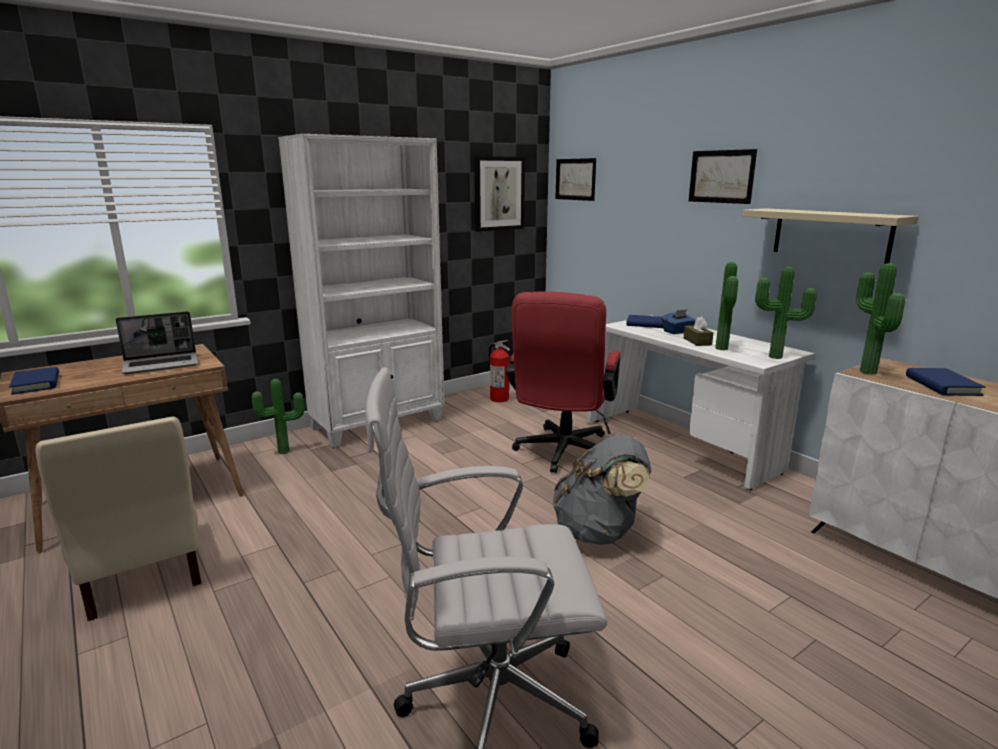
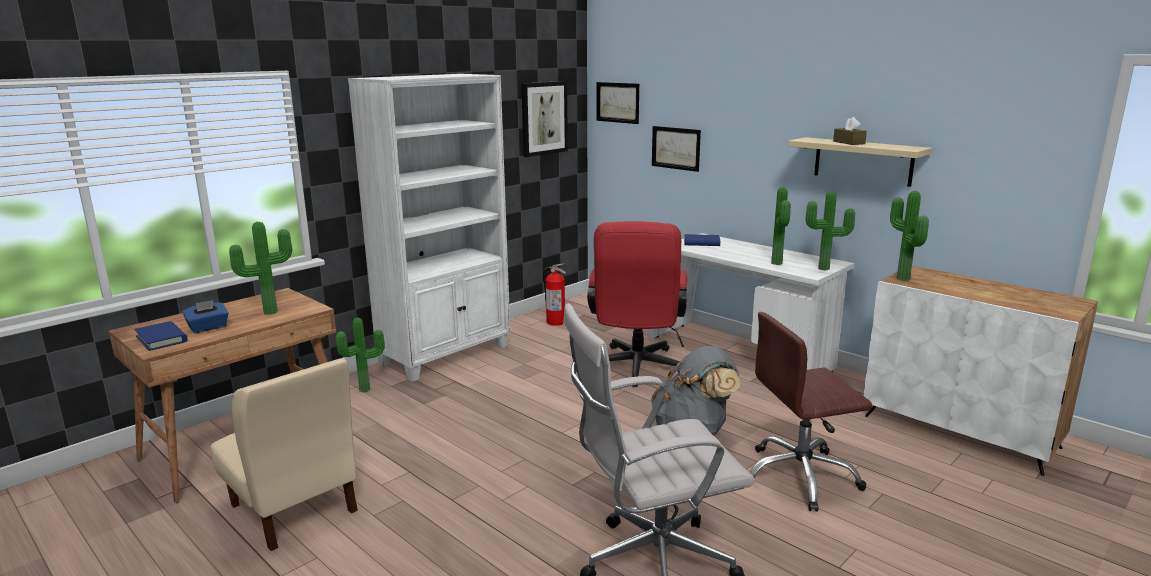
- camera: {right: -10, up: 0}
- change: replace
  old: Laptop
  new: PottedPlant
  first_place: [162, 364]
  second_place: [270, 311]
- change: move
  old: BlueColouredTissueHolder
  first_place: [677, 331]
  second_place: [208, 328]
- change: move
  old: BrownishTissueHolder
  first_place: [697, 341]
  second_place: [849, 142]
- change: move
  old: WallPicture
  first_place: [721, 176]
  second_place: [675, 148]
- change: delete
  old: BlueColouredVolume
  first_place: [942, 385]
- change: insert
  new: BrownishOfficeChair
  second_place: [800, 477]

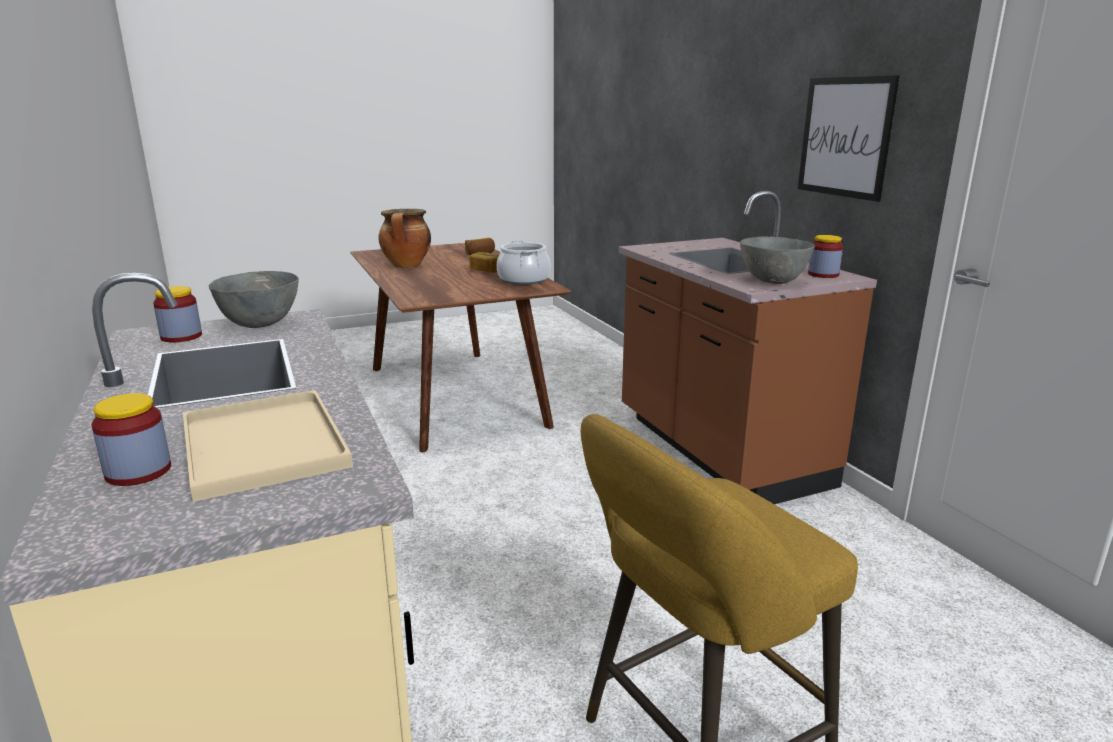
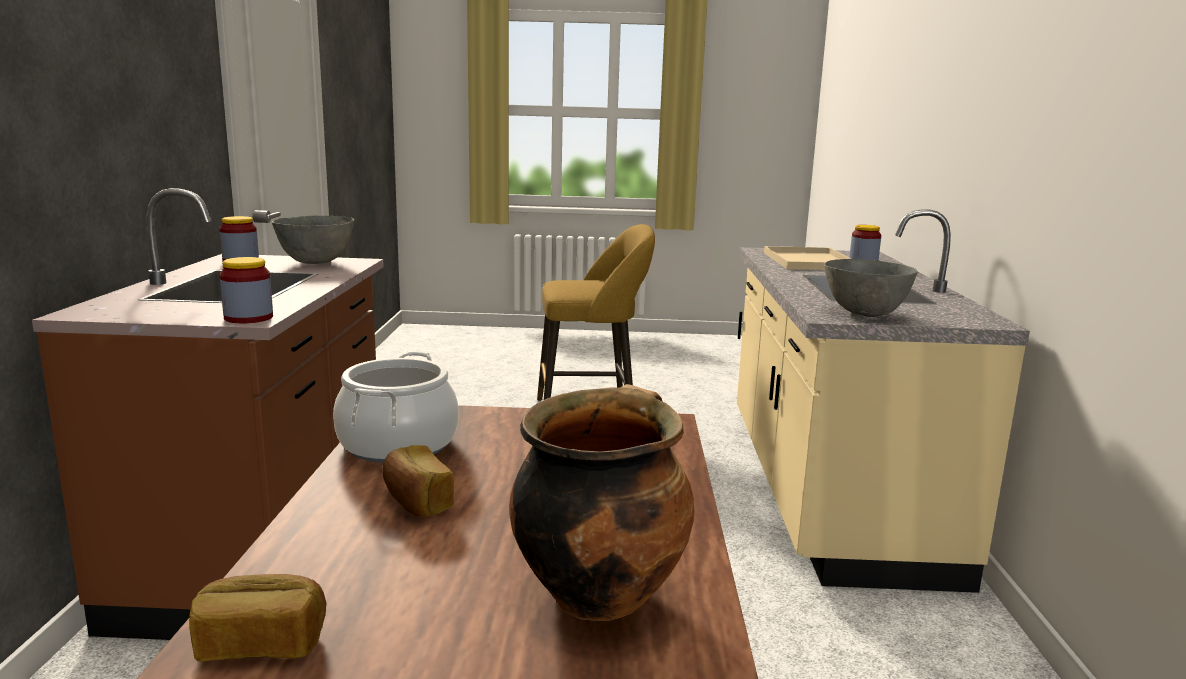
- camera: {right: -155, up: -5}
- change: move
  old: Jar
  first_place: [181, 336]
  second_place: [248, 318]
- change: delete
  old: WallPicture
  first_place: [845, 137]

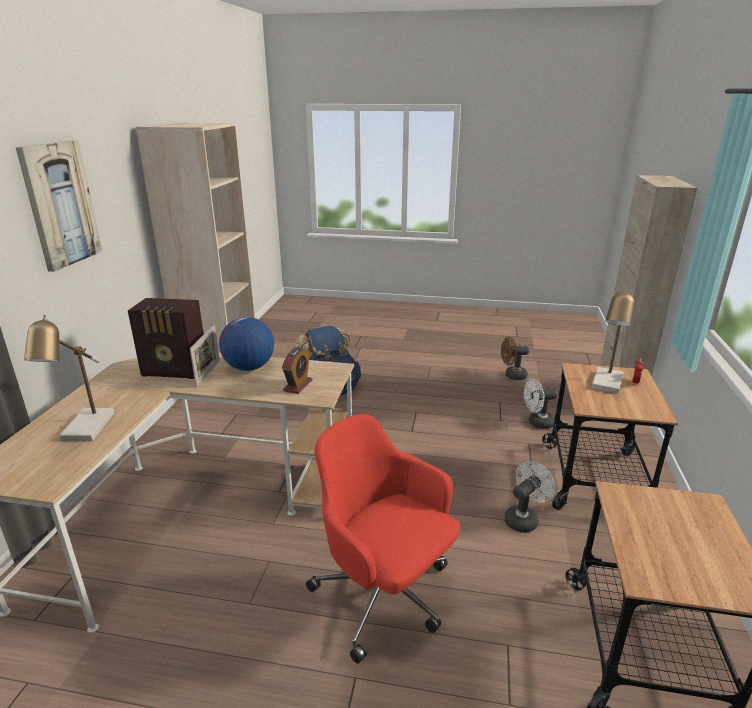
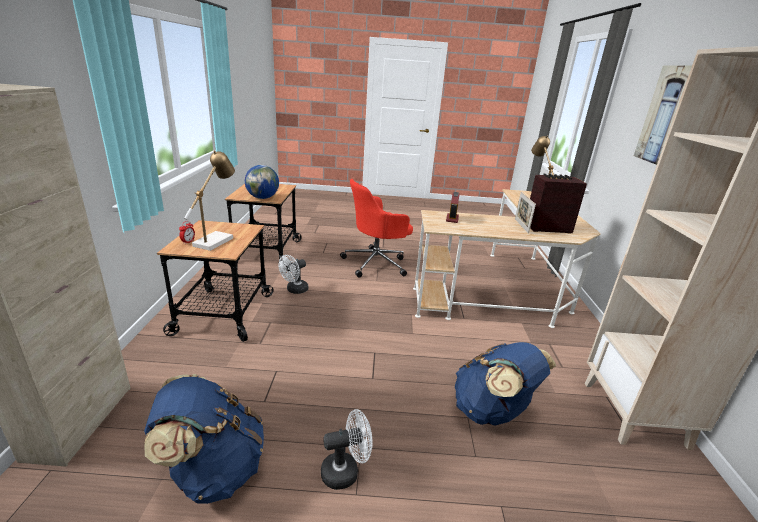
- camera: {right: 170, up: 0}
- change: move
  old: DeskGlobe
  first_place: [249, 367]
  second_place: [263, 198]
- change: rotate
  old: RedOfficeChair
  first_place: [384, 595]
  second_place: [376, 263]
  degrees: 120
- change: replace
  old: BrownishCoolingFan
  new: BlueColouredRucksack
  first_place: [512, 376]
  second_place: [214, 470]
- change: move
  old: WhiteCoolingFan
  first_place: [537, 423]
  second_place: [346, 471]

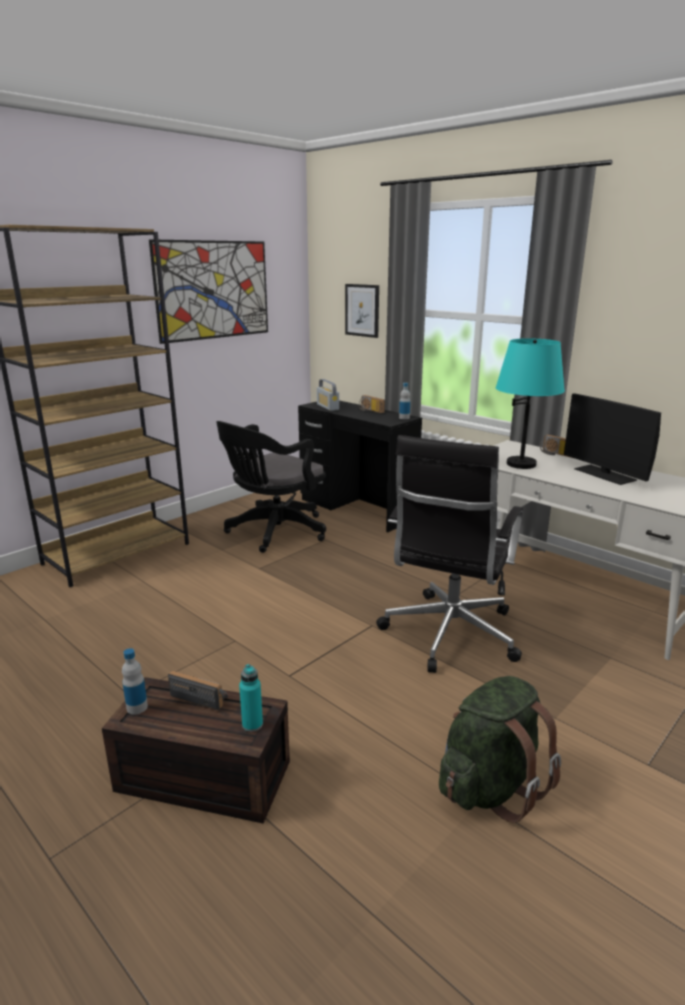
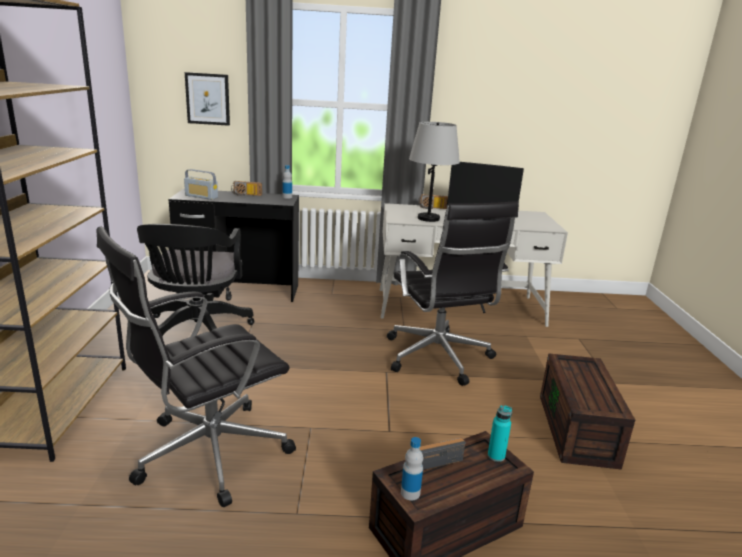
- camera: {right: -45, up: 0}
- change: delete
  old: WallPicture
  first_place: [213, 290]
- change: replace
  old: GreenRucksack
  new: BrownishStorageBox
  first_place: [490, 786]
  second_place: [579, 431]
- change: recolor
  old: TurquoiseLampForATable
  new: GreyLampForATable
  first_place: [521, 464]
  second_place: [428, 218]
- change: insert
  new: BlackishOfficeChair
  second_place: [207, 453]

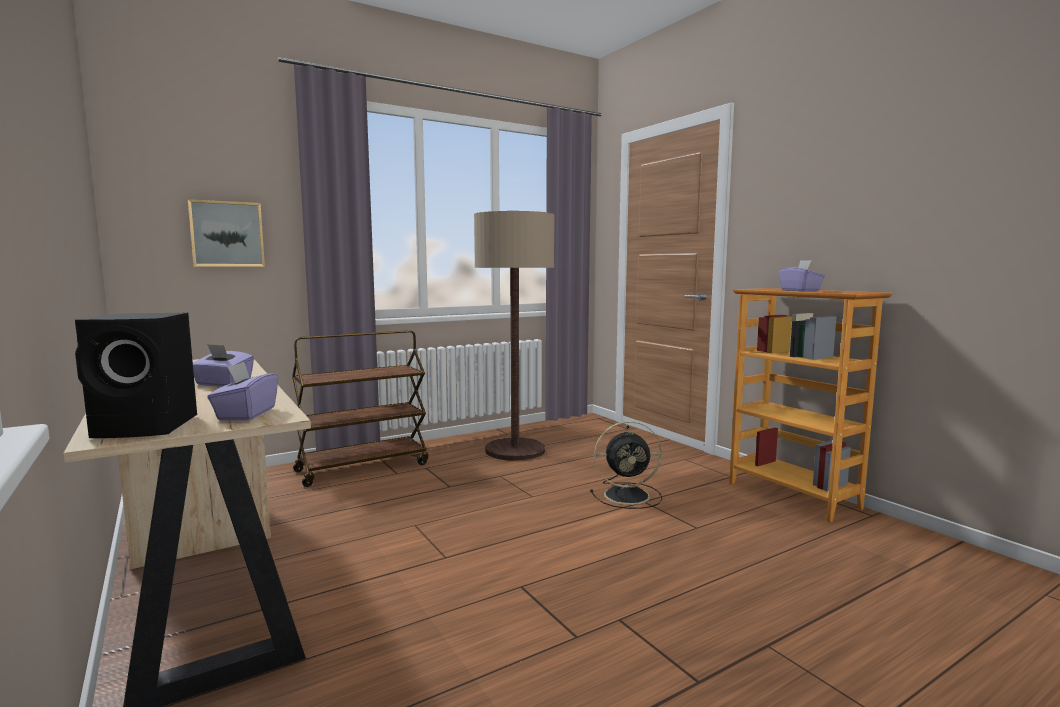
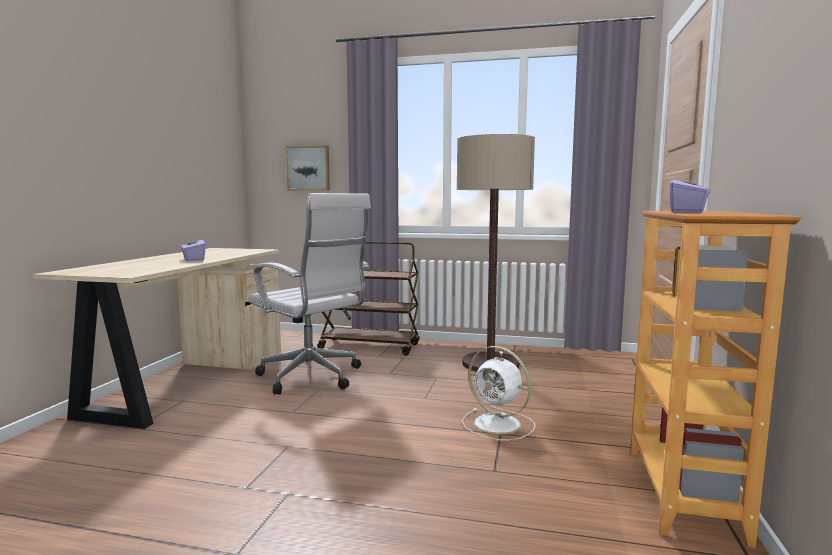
- camera: {right: 45, up: 0}
- change: delete
  old: BlackishSpeaker
  first_place: [150, 426]
- change: delete
  old: PurplishTissueHolder
  first_place: [246, 414]
- change: recolor
  old: BlackishCoolingFan
  new: WhiteCoolingFan
  first_place: [629, 495]
  second_place: [499, 424]
- change: insert
  new: WhiteOfficeChair
  second_place: [313, 378]

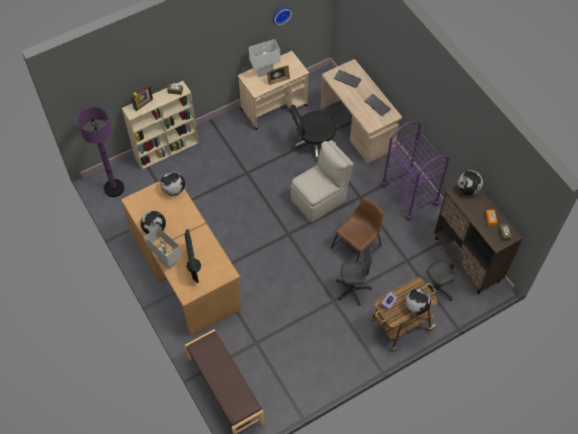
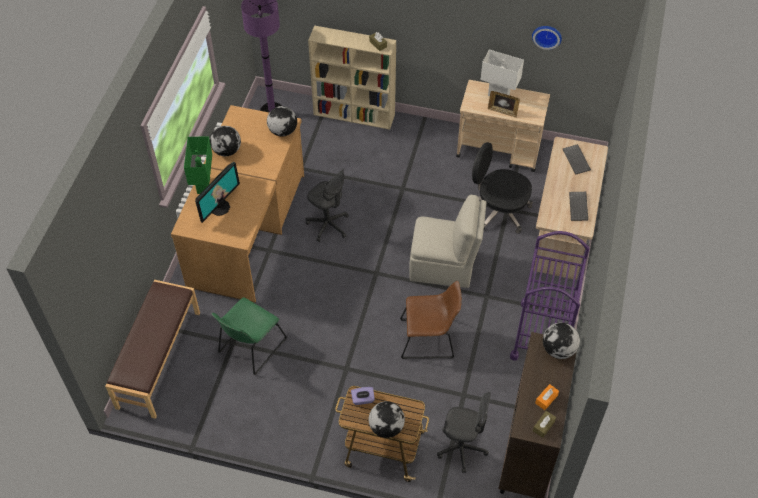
- camera: {right: 45, up: -5}
- change: delete
  old: StandingFrame
  first_place: [143, 104]
- change: recolor
  old: WhiteLampForATable
  new: GreenLampForATable
  first_place: [167, 261]
  second_place: [203, 185]
- change: move
  old: GreyOfficeChair
  first_place: [352, 290]
  second_place: [328, 225]
- change: insert
  new: GreenChair
  second_place: [250, 347]

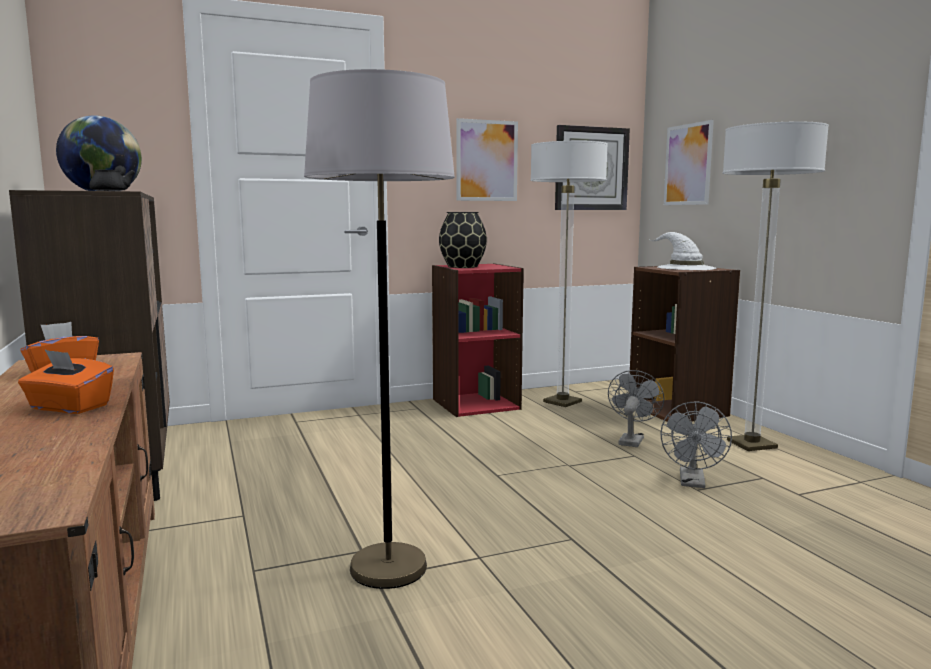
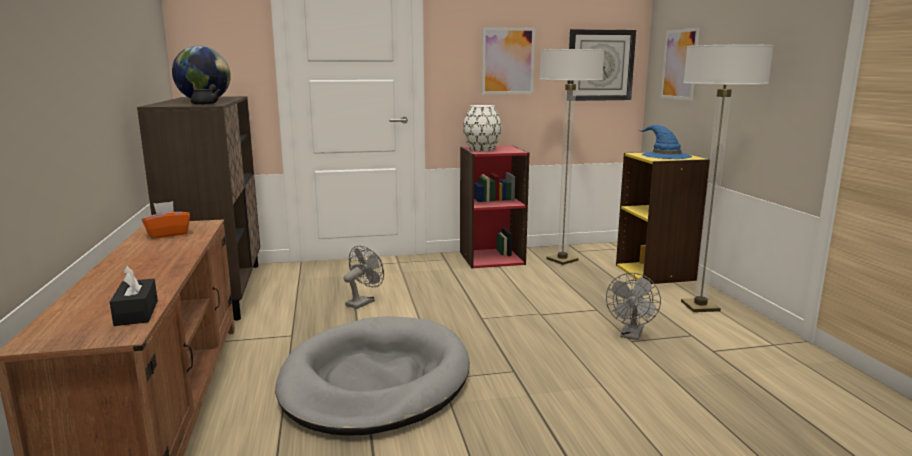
- camera: {right: 10, up: 5}
- change: delete
  old: OrangeyTissueHolder
  first_place: [69, 407]
- change: replace
  old: GreyStandingLamp
  new: GreyDogCushion
  first_place: [388, 568]
  second_place: [375, 381]
- change: recolor
  old: BlackishVase
  new: WhiteVase
  first_place: [463, 266]
  second_place: [482, 149]
- change: move
  old: GreyCoolingFan
  first_place: [631, 440]
  second_place: [363, 302]
- change: recolor
  old: BrownishBookcase
  new: YellowishBookcase
  first_place: [678, 410]
  second_place: [656, 272]
- change: recolor
  old: WhiteWearableHat
  new: BlueColouredWearableHat
  first_place: [685, 268]
  second_place: [665, 155]
- change: insert
  new: BlackishTissueHolder
  second_place: [136, 313]

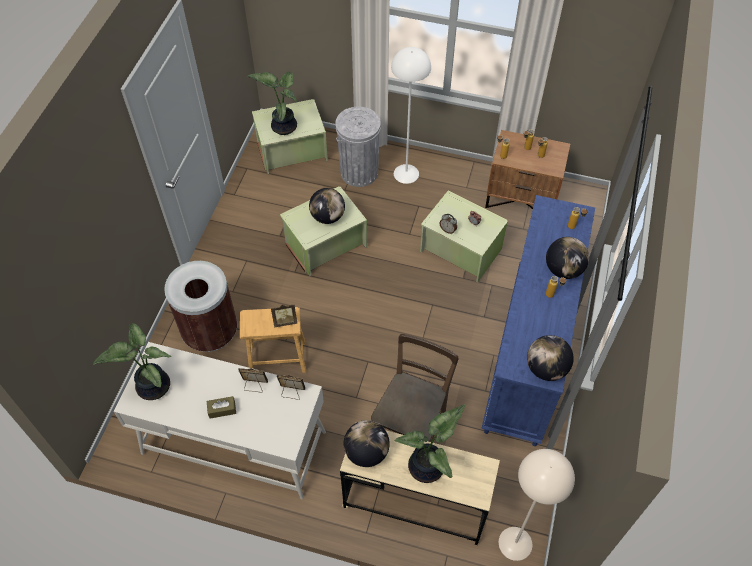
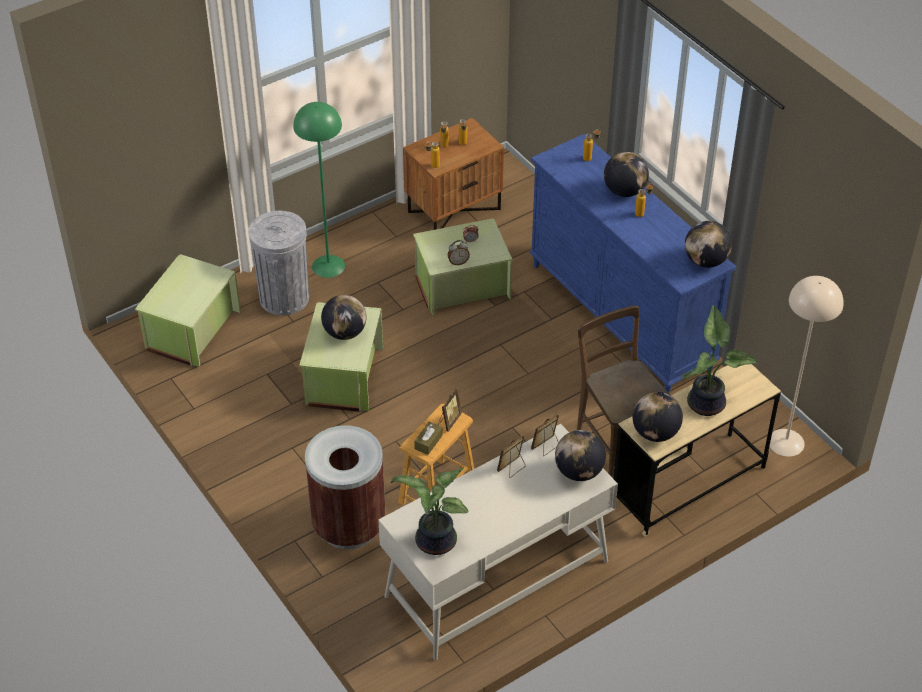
- camera: {right: -50, up: -10}
- change: move
  old: BrownishTissueHolder
  first_place: [222, 409]
  second_place: [428, 442]
- change: delete
  old: PottedPlant
  first_place: [283, 126]
- change: recolor
  old: WhiteStandingLamp
  new: GreenStandingLamp
  first_place: [406, 173]
  second_place: [328, 266]
- change: insert
  new: DeskGlobe
  second_place: [579, 471]

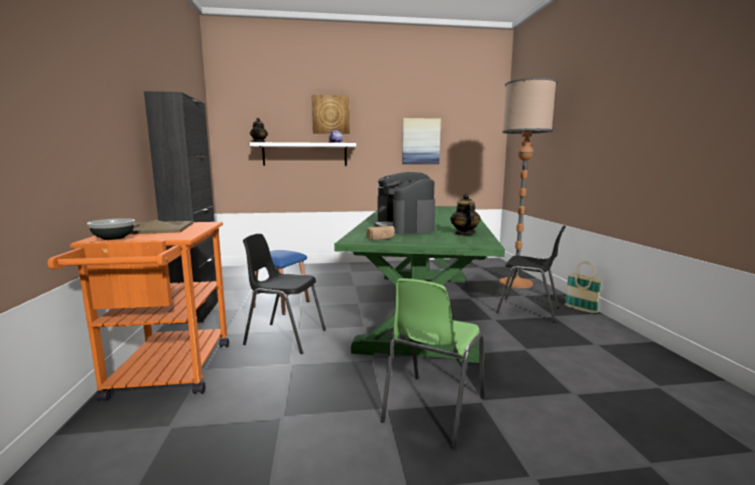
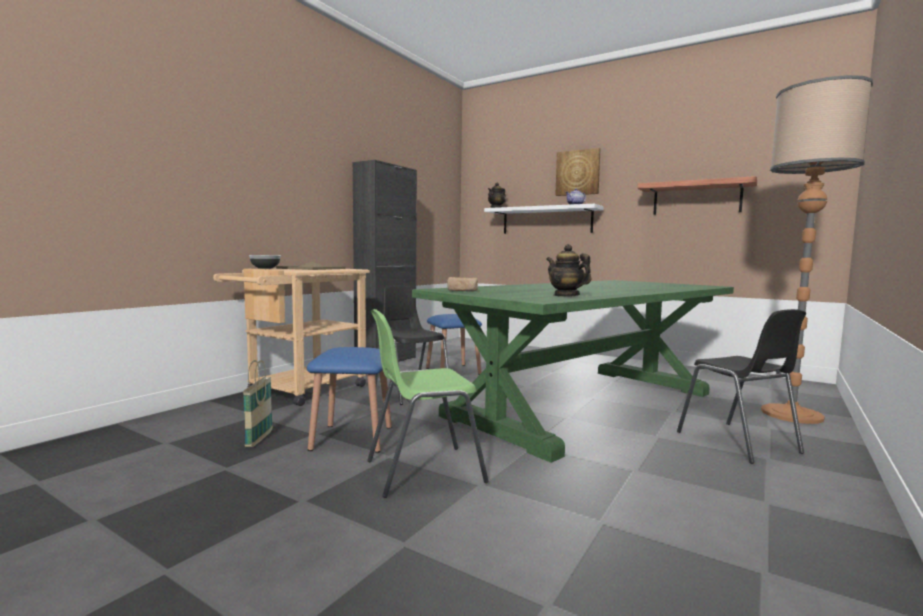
- camera: {right: 40, up: -5}
- change: recolor
  old: OrangeyWheeledCart
  new: BeigeColouredWheeledCart
  first_place: [167, 376]
  second_place: [300, 391]
- change: delete
  old: CoffeeBrewer
  first_place: [404, 227]
- change: replace
  old: WallPicture
  new: BracketShelf
  first_place: [420, 141]
  second_place: [696, 198]
- change: rotate
  old: PotForTea
  first_place: [464, 233]
  second_place: [566, 295]
  degrees: -75
- change: move
  old: HouseholdBasket
  first_place: [580, 309]
  second_place: [259, 439]
- change: insert
  new: BlueColouredSittingStool
  second_place: [352, 438]

